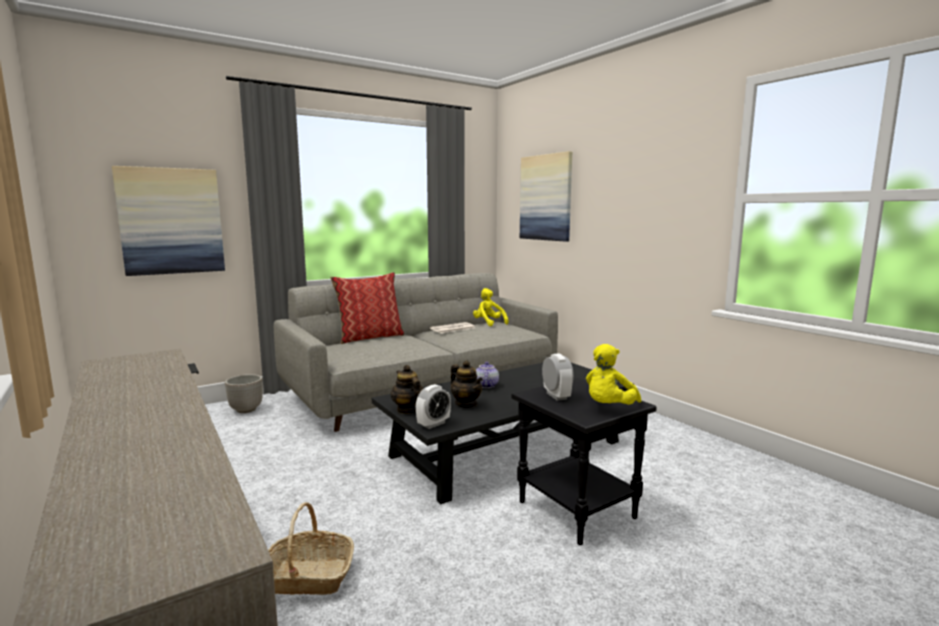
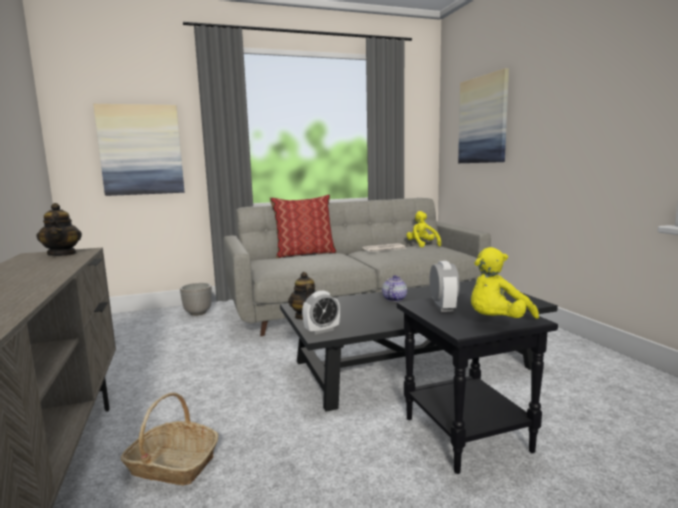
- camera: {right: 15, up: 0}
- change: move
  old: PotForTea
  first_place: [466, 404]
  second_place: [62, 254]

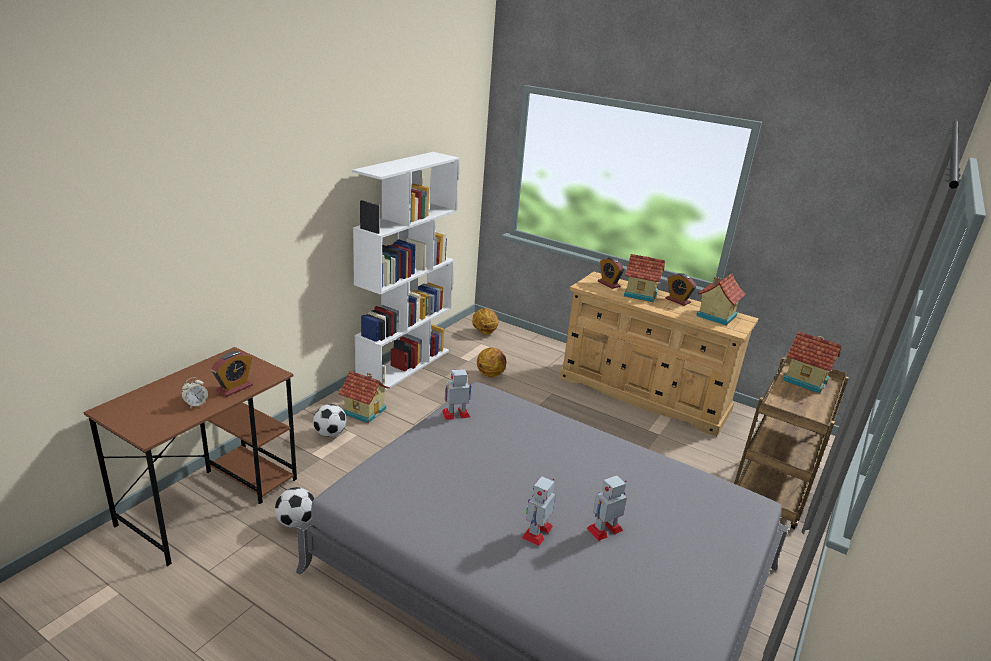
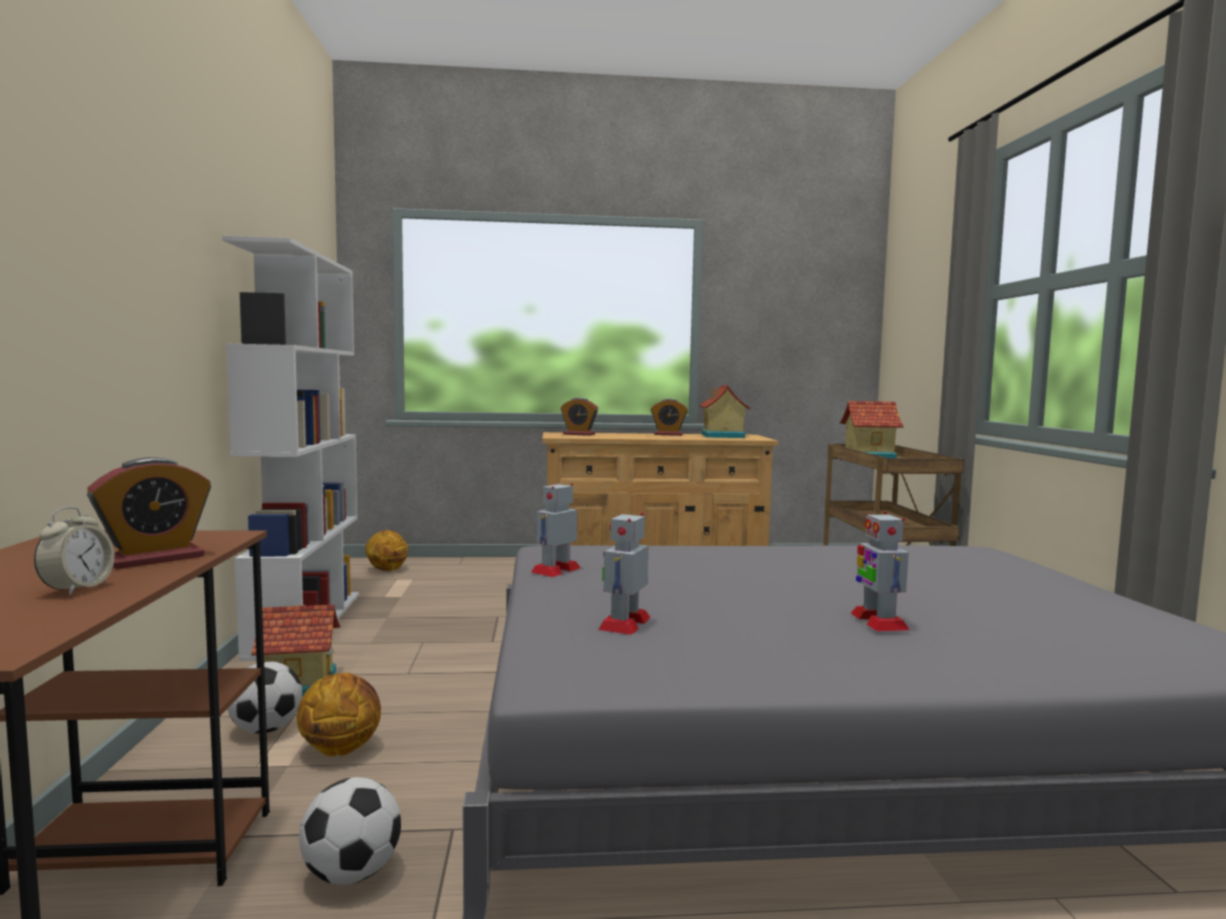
- camera: {right: -35, up: -20}
- change: rotate
  old: AlarmClock
  first_place: [234, 388]
  second_place: [155, 559]
  degrees: 45
- change: move
  old: BallForBasketball
  first_place: [491, 374]
  second_place: [341, 749]
- change: move
  old: RobotFigure
  first_place: [604, 529]
  second_place: [624, 623]
- change: delete
  old: ModelHouse
  first_place: [640, 293]

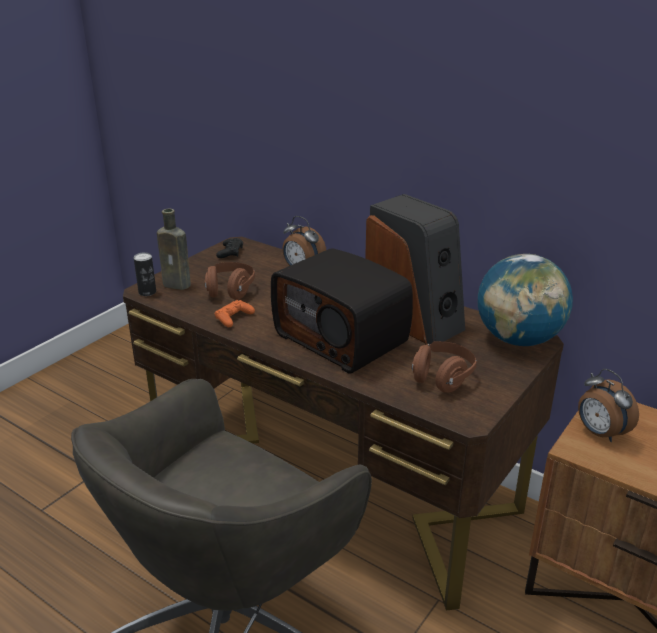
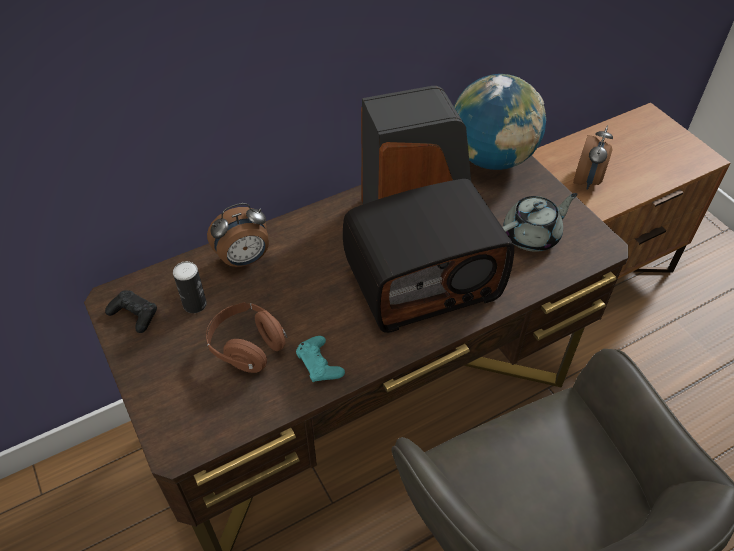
- camera: {right: -65, up: 20}
- change: move
  old: MetalCan
  first_place: [147, 292]
  second_place: [195, 304]
- change: delete
  old: BrownishDrinkBottle
  first_place: [178, 285]
- change: recolor
  old: OrangeyJoypad
  new: TurquoiseJoypad
  first_place: [233, 317]
  second_place: [319, 364]
- change: replace
  old: BrownishHeadset
  new: GreyPotForTea
  first_place: [442, 378]
  second_place: [532, 235]
- change: rotate
  old: AlarmClock
  first_place: [600, 433]
  second_place: [588, 181]
  degrees: -60

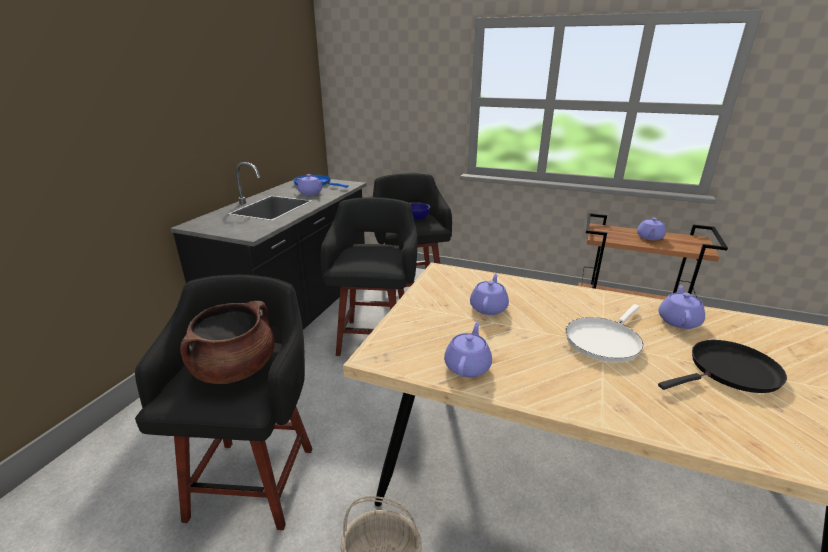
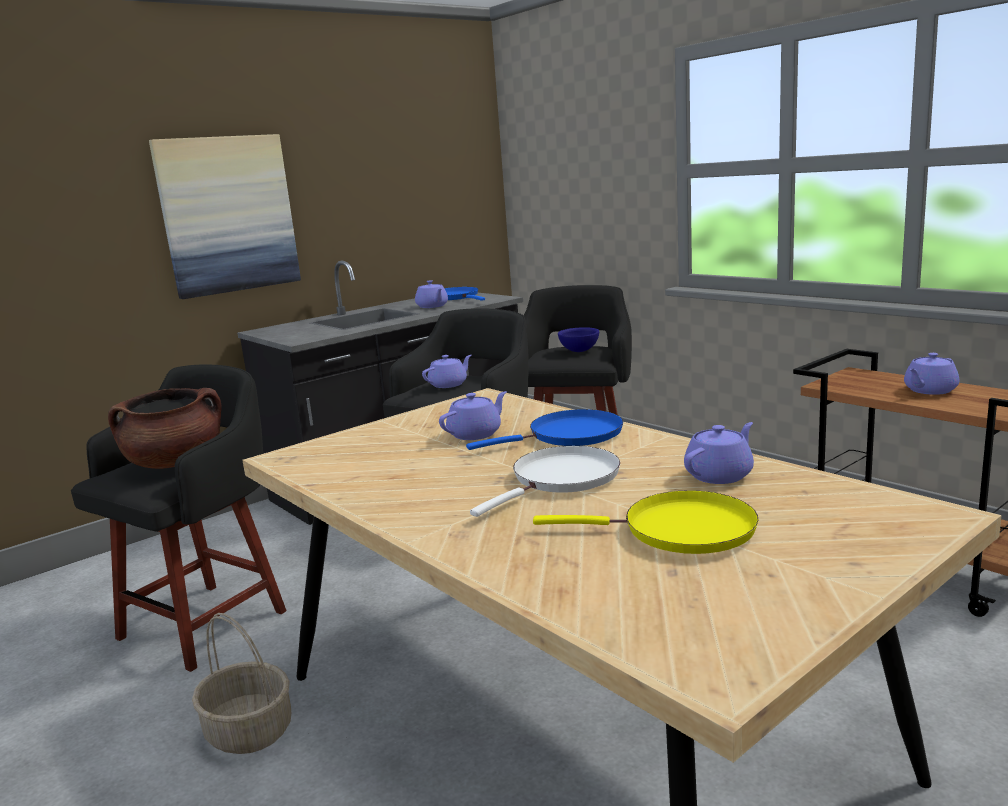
- camera: {right: 30, up: -10}
- change: move
  old: PurplishPotForTea
  first_place: [468, 366]
  second_place: [449, 384]
- change: rotate
  old: WhitePan
  first_place: [603, 341]
  second_place: [562, 479]
  degrees: 150
- change: recolor
  old: BlackishPan
  new: YellowishPan
  first_place: [729, 372]
  second_place: [680, 530]
- change: insert
  new: WallPicture
  second_place: [228, 215]
- change: insert
  new: BlueColouredPan
  second_place: [570, 435]

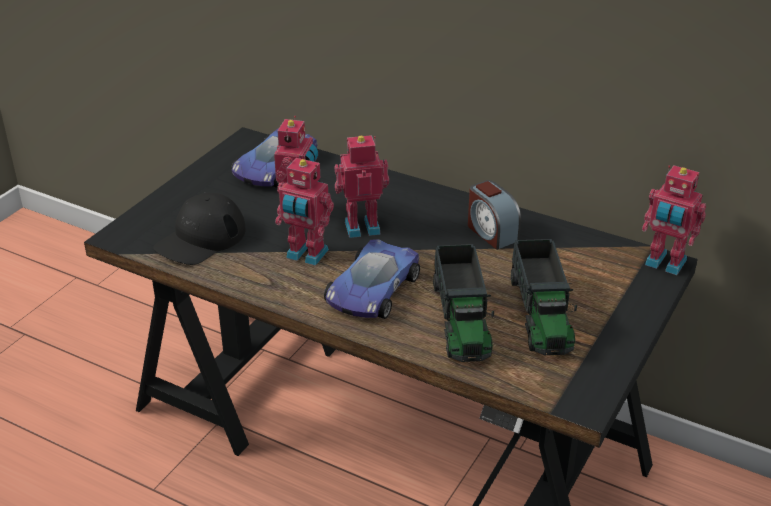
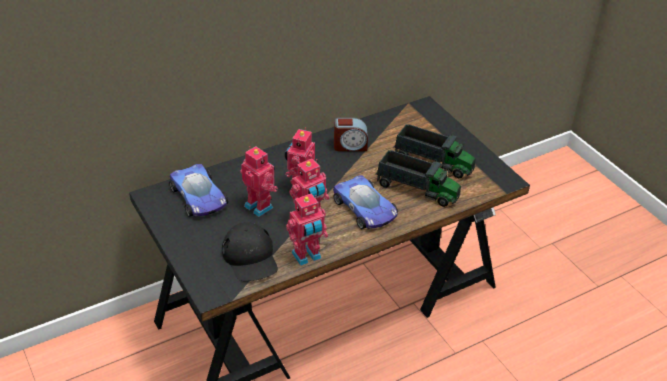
- camera: {right: -60, up: 5}
- change: move
  old: RobotFigure
  first_place: [664, 264]
  second_place: [307, 256]

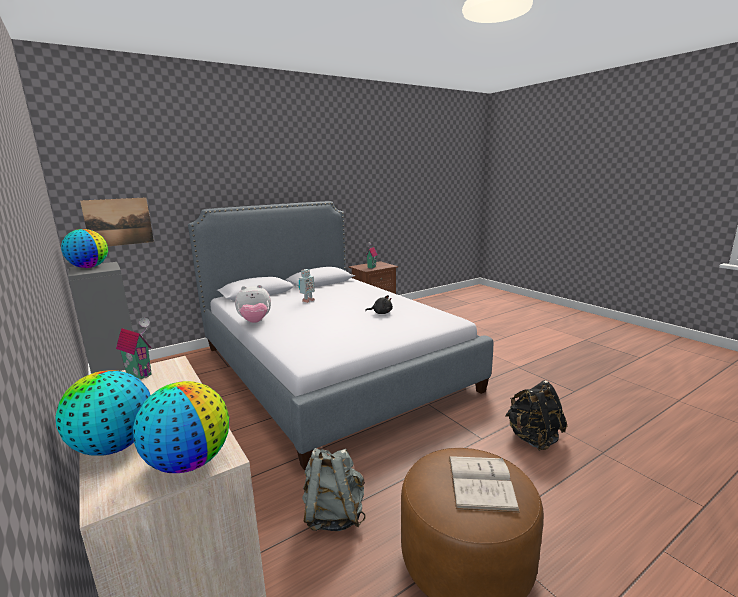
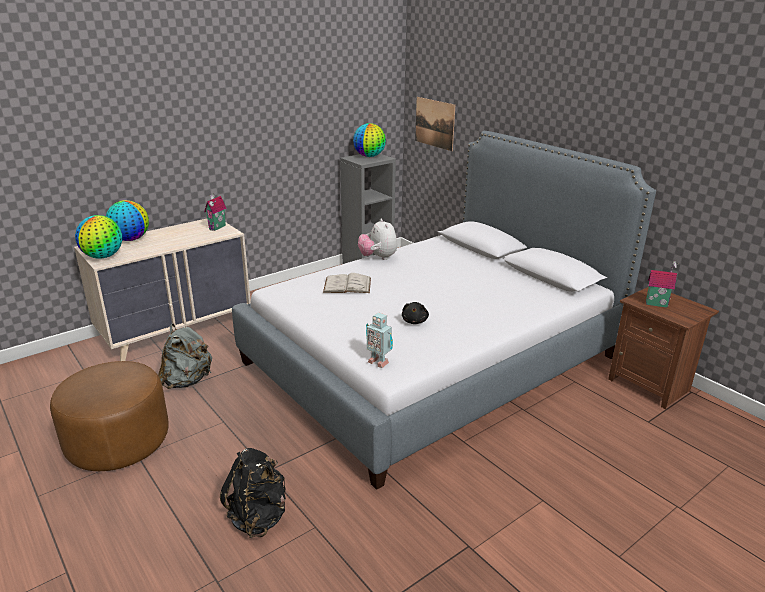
- camera: {right: 85, up: 10}
- change: move
  old: RobotFigure
  first_place: [307, 301]
  second_place: [378, 362]
- change: move
  old: WhiteVolume
  first_place: [481, 482]
  second_place: [347, 285]

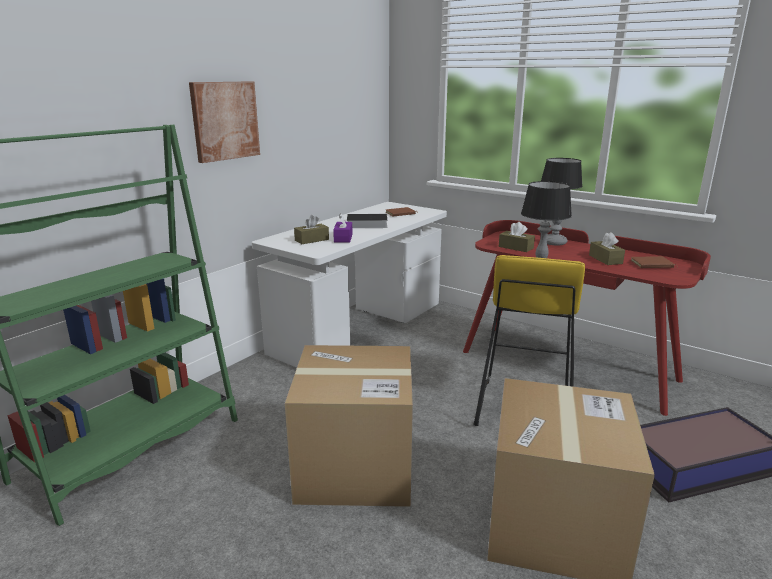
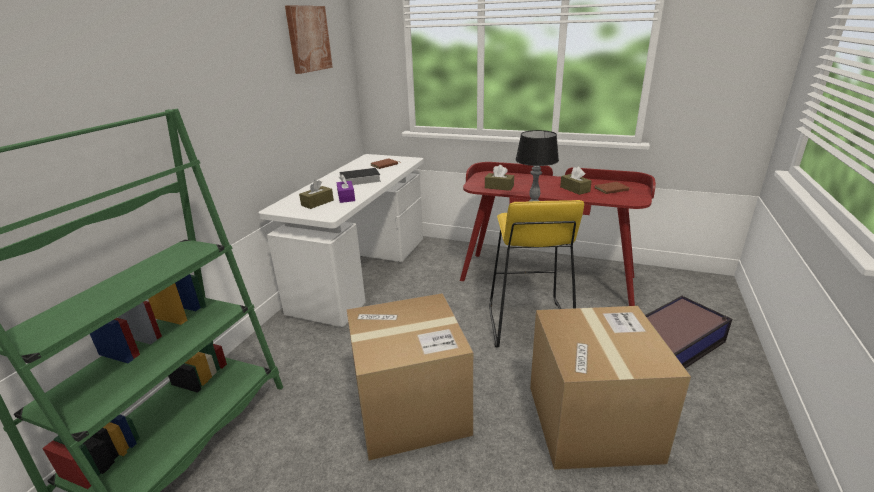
- camera: {right: -15, up: 5}
- change: move
  old: WallPicture
  first_place: [225, 121]
  second_place: [308, 39]
- change: delete
  old: LampForATable
  first_place: [555, 242]

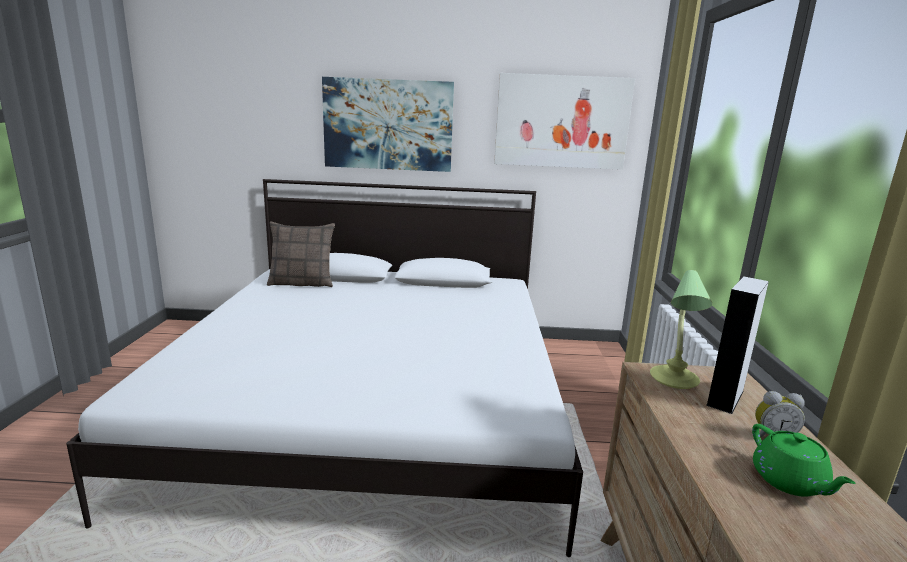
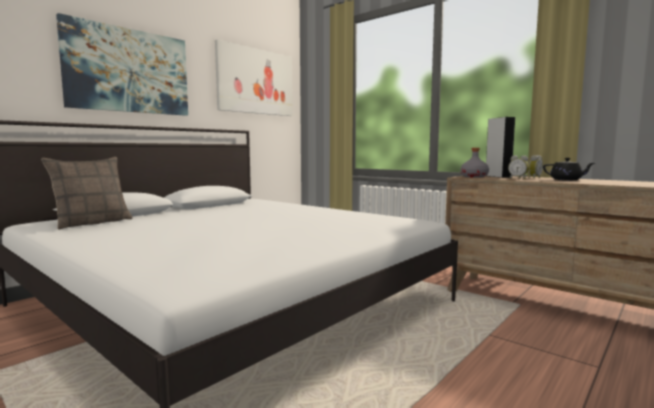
- camera: {right: -50, up: -10}
- change: replace
  old: LampForATable
  new: GreyDrinkBottle
  first_place: [673, 379]
  second_place: [474, 176]
- change: recolor
  old: GreenPotForTea
  new: BlackishPotForTea
  first_place: [789, 482]
  second_place: [567, 180]
- change: insert
  new: AlarmClock
  second_place: [518, 178]

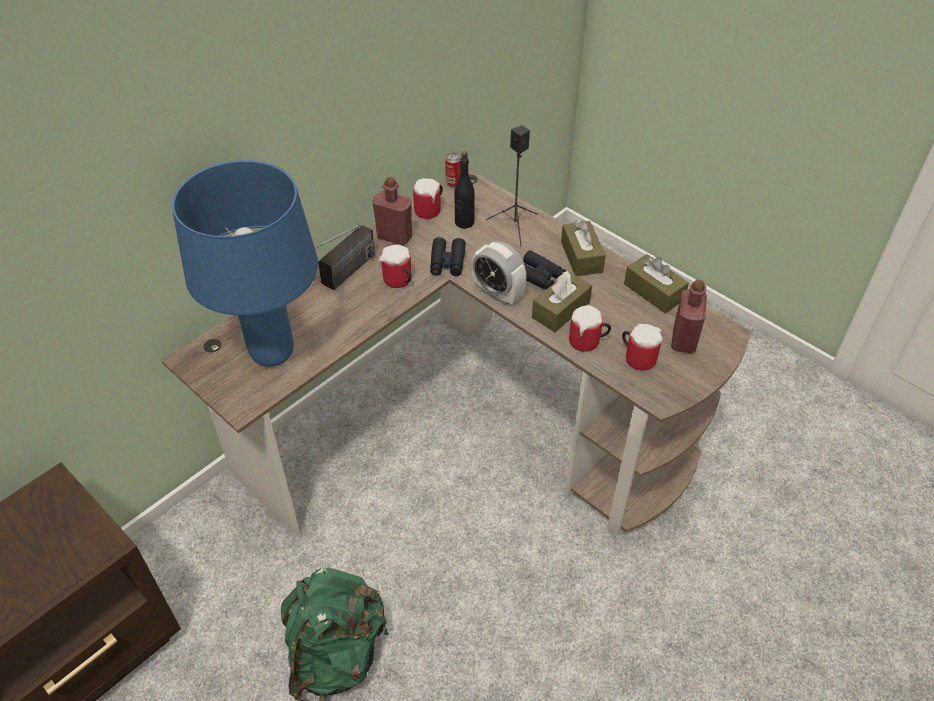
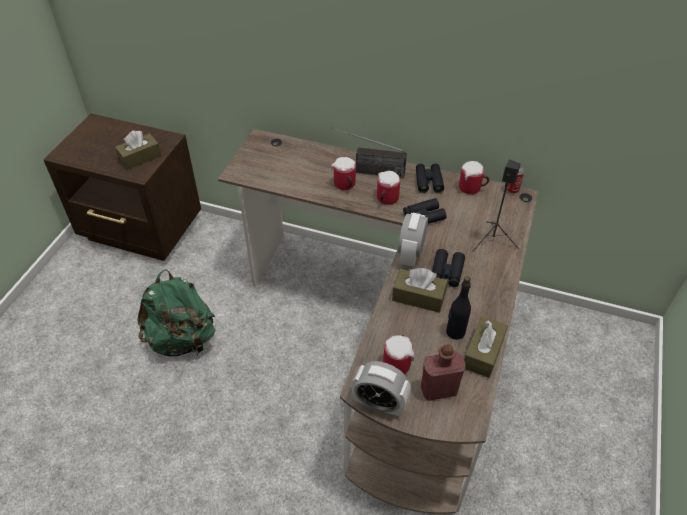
- camera: {right: 65, up: 0}
- change: delete
  old: BlueColouredLampForATable
  first_place: [271, 354]
- change: replace
  old: RedDrinkBottle
  new: BlackishFieldGlasses
  first_place: [394, 237]
  second_place: [428, 181]
- change: move
  old: BlackishDrinkBottle
  first_place: [464, 223]
  second_place: [455, 332]
- change: move
  old: BrownishTissueHolder
  first_place: [581, 257]
  second_place: [140, 157]
- change: move
  old: TeaMug
  first_place: [588, 342]
  second_place: [344, 186]
- change: insert
  new: AlarmClock
  second_place: [379, 404]

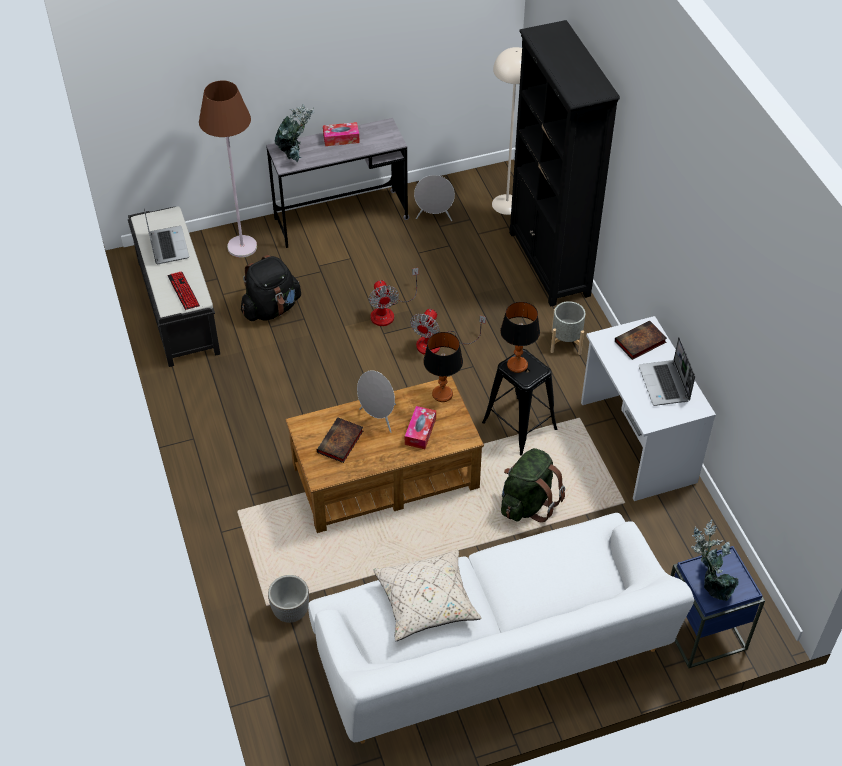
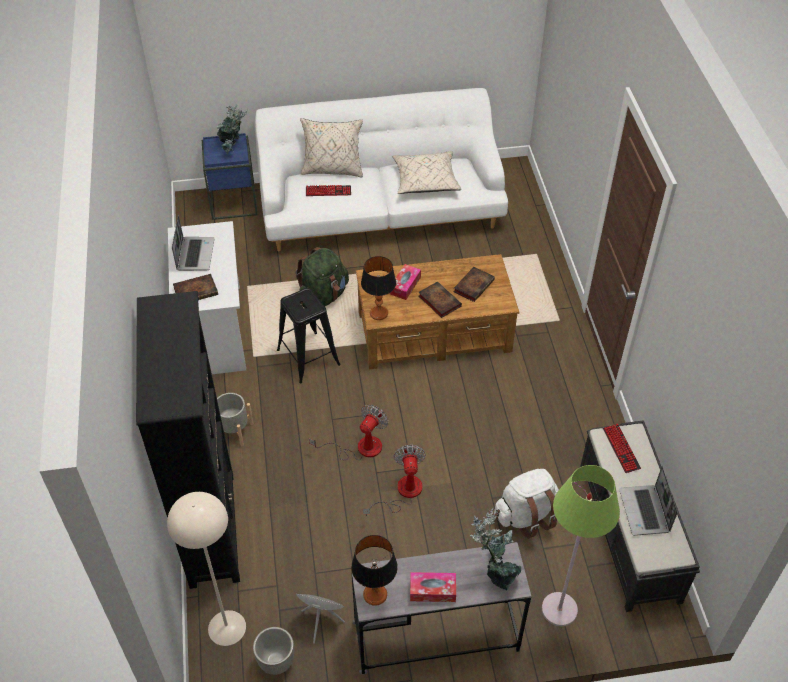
- camera: {right: -170, up: 0}
- change: recolor
  old: BrownishStandingLamp
  new: GreenStandingLamp
  first_place: [242, 247]
  second_place: [559, 609]
- change: recolor
  old: BlackishRucksack
  new: WhiteRucksack
  first_place: [271, 308]
  second_place: [526, 515]
- change: move
  old: Planter
  first_place: [290, 612]
  second_place: [276, 661]
- change: replace
  old: GreySpeaker
  new: Volume
  first_place: [378, 418]
  second_place: [438, 301]
- change: move
  old: LampForATable
  first_place: [517, 365]
  second_place: [375, 594]
- change: insert
  new: BeigeColouredCushion
  second_place: [332, 169]
- change: insert
  new: PcKeyboard
  second_place: [328, 191]

